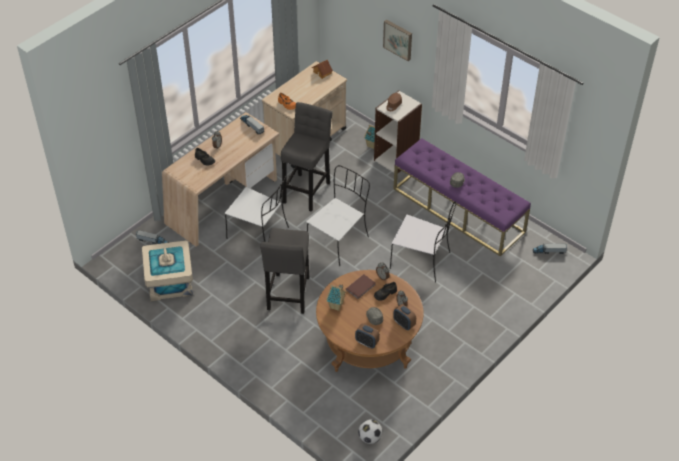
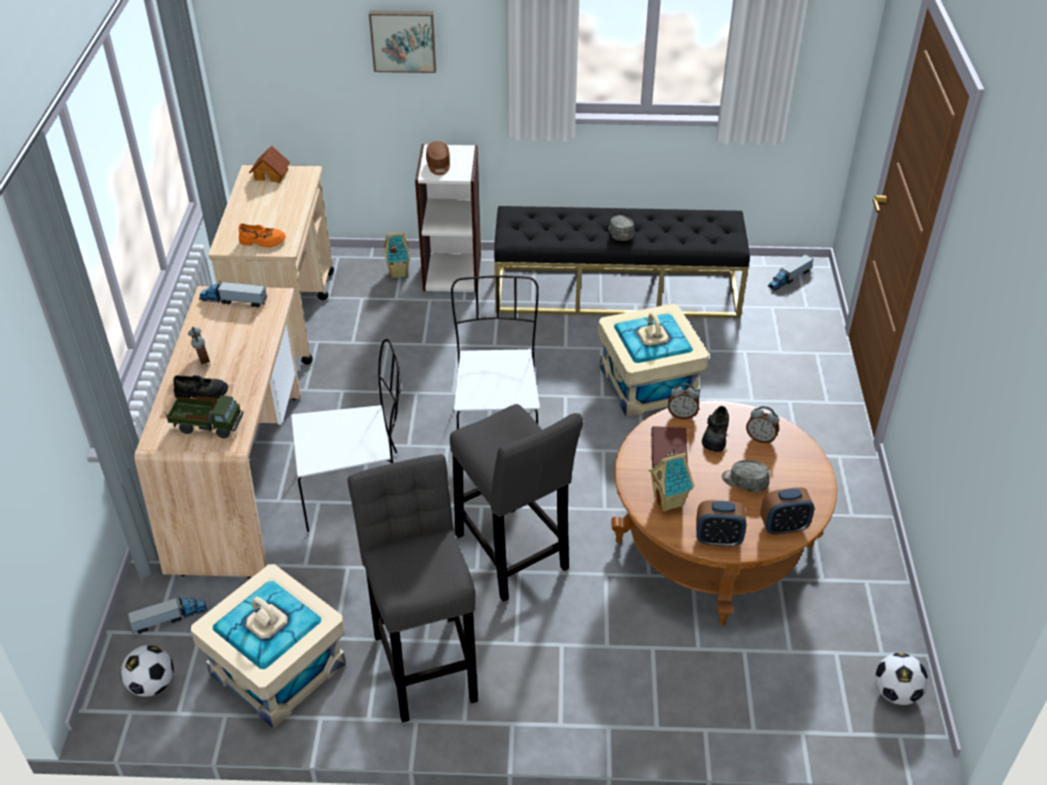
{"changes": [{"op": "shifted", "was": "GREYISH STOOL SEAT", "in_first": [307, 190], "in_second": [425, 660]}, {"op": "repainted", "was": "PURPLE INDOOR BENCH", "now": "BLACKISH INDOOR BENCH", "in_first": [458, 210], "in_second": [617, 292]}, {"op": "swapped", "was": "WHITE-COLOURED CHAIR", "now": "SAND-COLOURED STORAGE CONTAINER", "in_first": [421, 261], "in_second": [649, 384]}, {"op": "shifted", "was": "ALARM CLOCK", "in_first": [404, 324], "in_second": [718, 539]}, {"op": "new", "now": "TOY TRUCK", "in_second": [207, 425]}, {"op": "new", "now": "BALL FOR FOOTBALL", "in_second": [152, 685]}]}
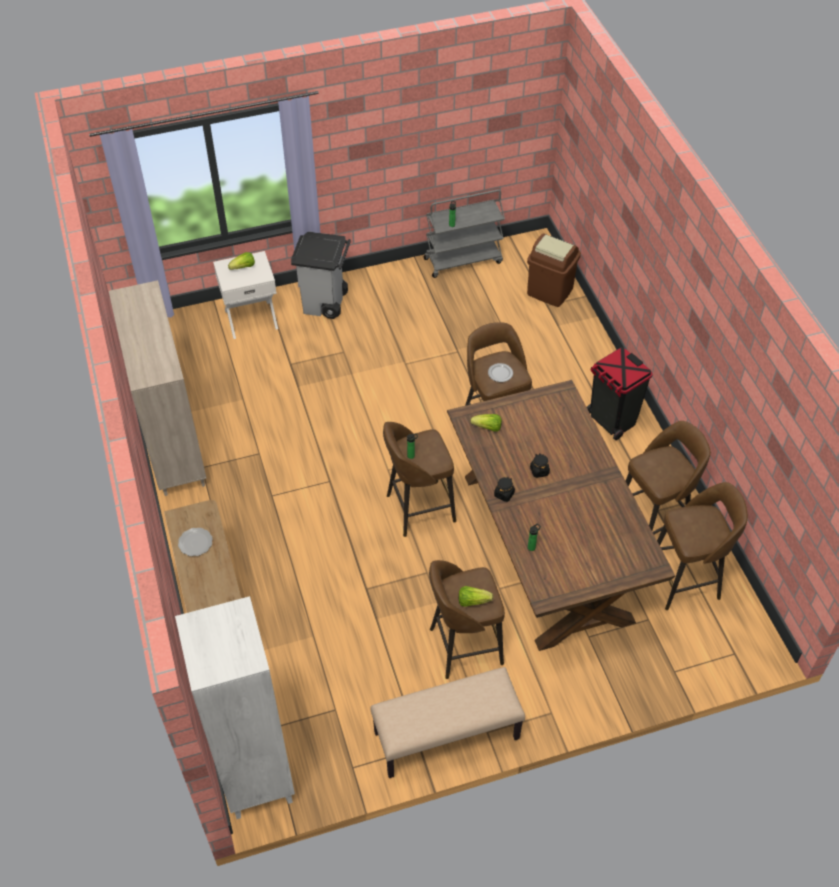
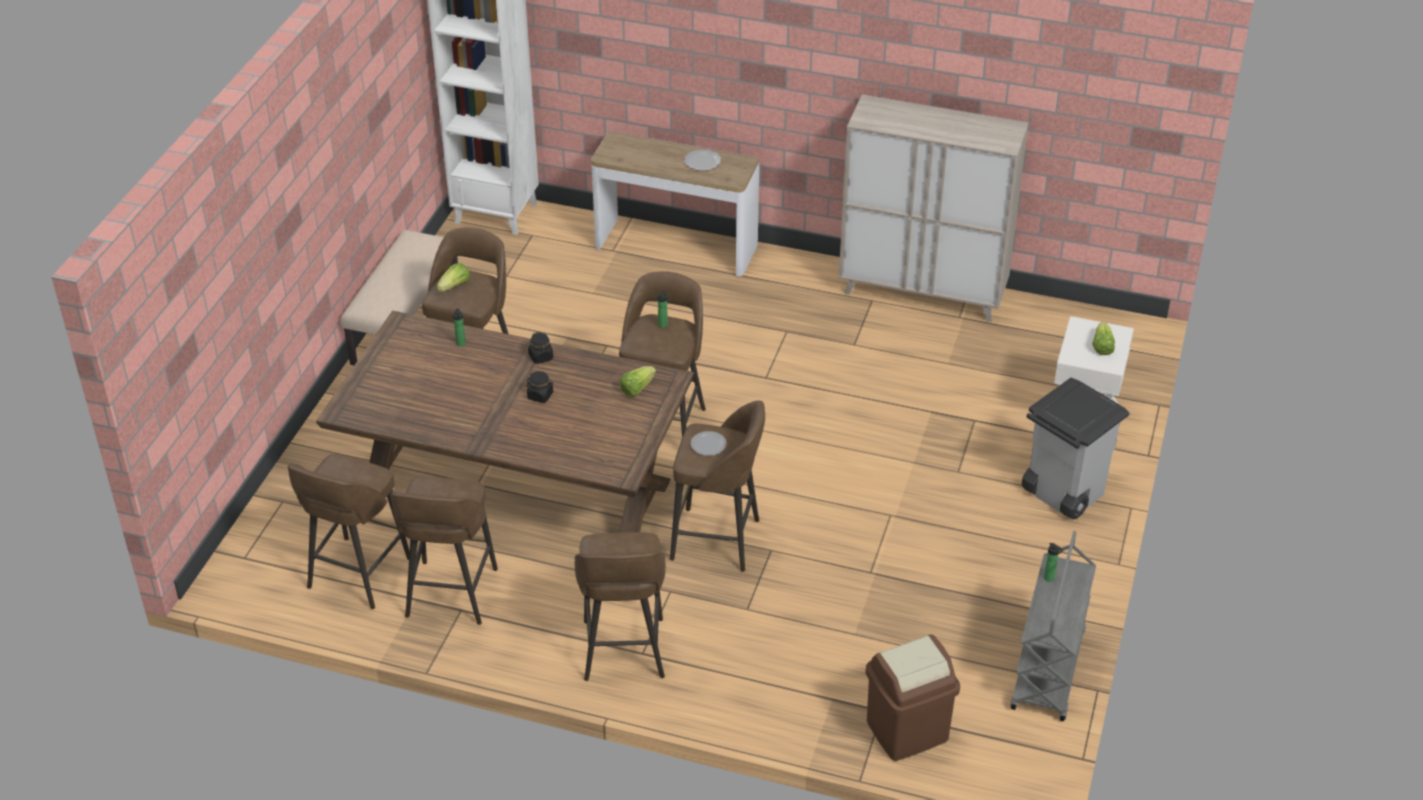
{"changes": [{"op": "swapped", "was": "BLACKISH WASTE BIN", "now": "BROWN STOOL SEAT", "in_first": [611, 420], "in_second": [623, 652]}]}
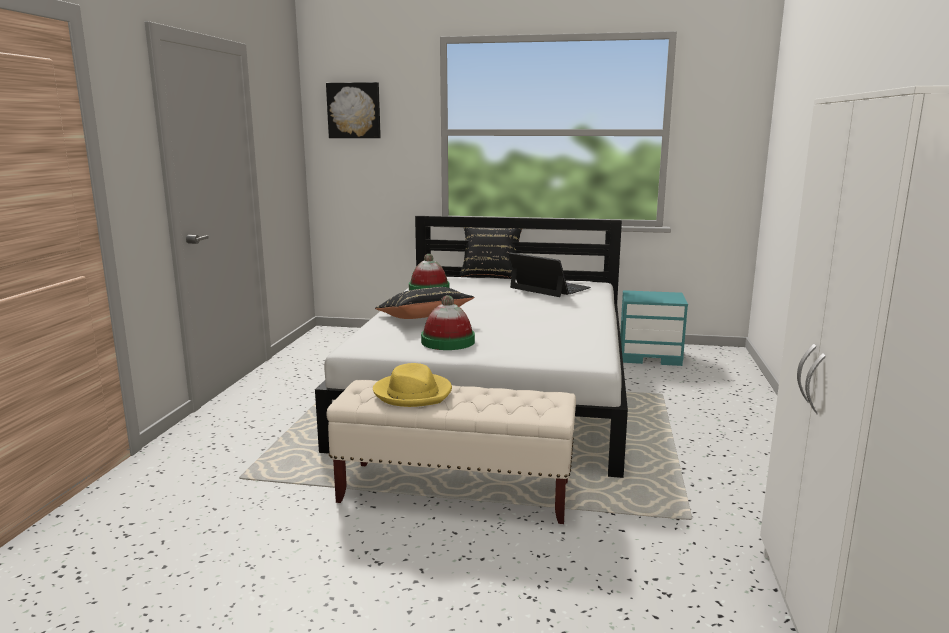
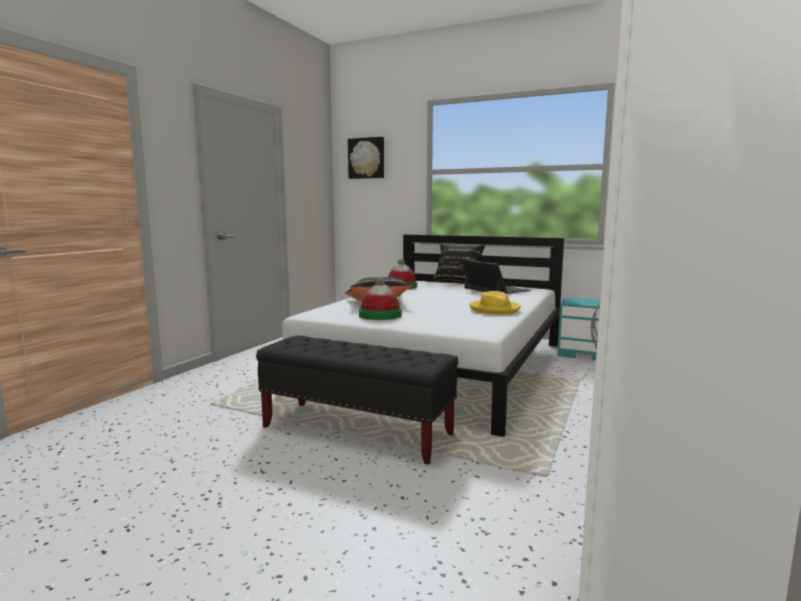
{"changes": [{"op": "shifted", "was": "YELLOW-COLOURED CLOTHING HAT", "in_first": [413, 393], "in_second": [495, 309]}, {"op": "repainted", "was": "SAND-COLOURED INDOOR BENCH", "now": "BLACKISH INDOOR BENCH", "in_first": [455, 492], "in_second": [357, 431]}]}
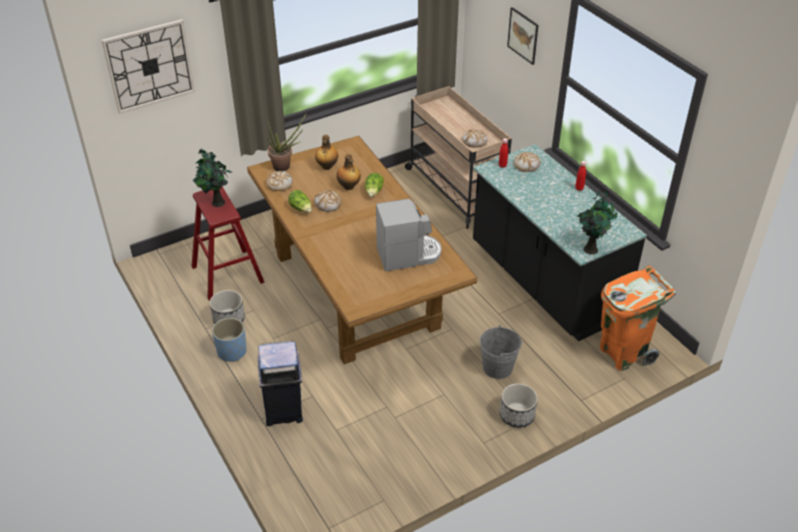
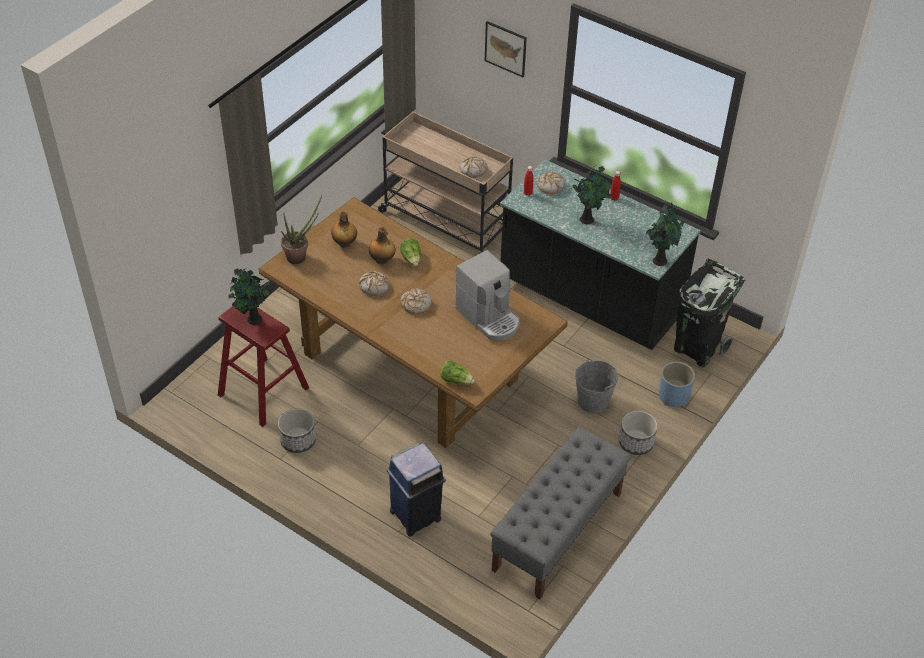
{"changes": [{"op": "gone", "was": "HANGING CLOCK", "in_first": [149, 66]}, {"op": "shifted", "was": "BAKED BREAD", "in_first": [279, 184], "in_second": [415, 304]}, {"op": "shifted", "was": "LETTUCE HEAD", "in_first": [301, 209], "in_second": [456, 380]}, {"op": "rotated", "was": "COFFEE BREWER", "in_first": [408, 255], "in_second": [489, 317], "clockwise": 90}, {"op": "repainted", "was": "ORANGEY WASTE BIN", "now": "BLACKISH WASTE BIN", "in_first": [623, 353], "in_second": [697, 348]}, {"op": "shifted", "was": "BLUE-COLOURED PLANT POT", "in_first": [232, 352], "in_second": [673, 396]}, {"op": "new", "now": "HOUSEPLANT", "in_second": [588, 219]}, {"op": "new", "now": "GREYISH INDOOR BENCH", "in_second": [557, 532]}]}
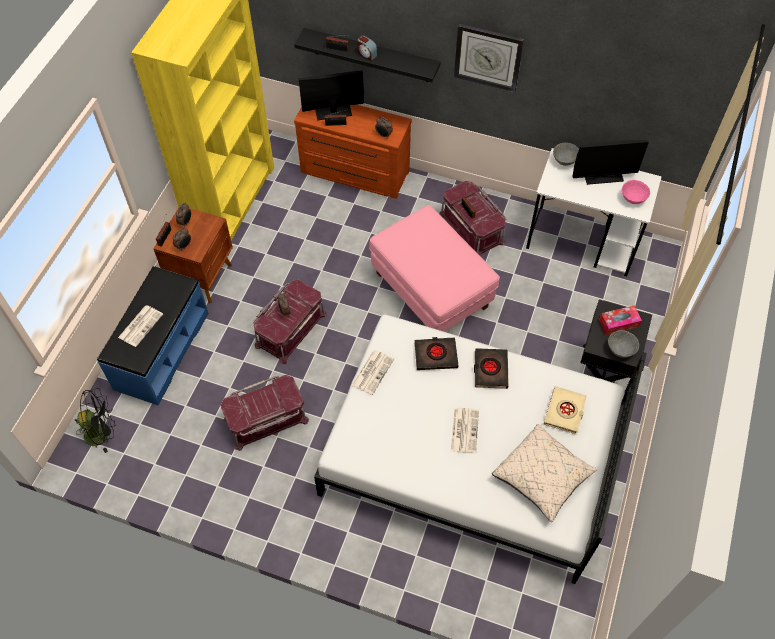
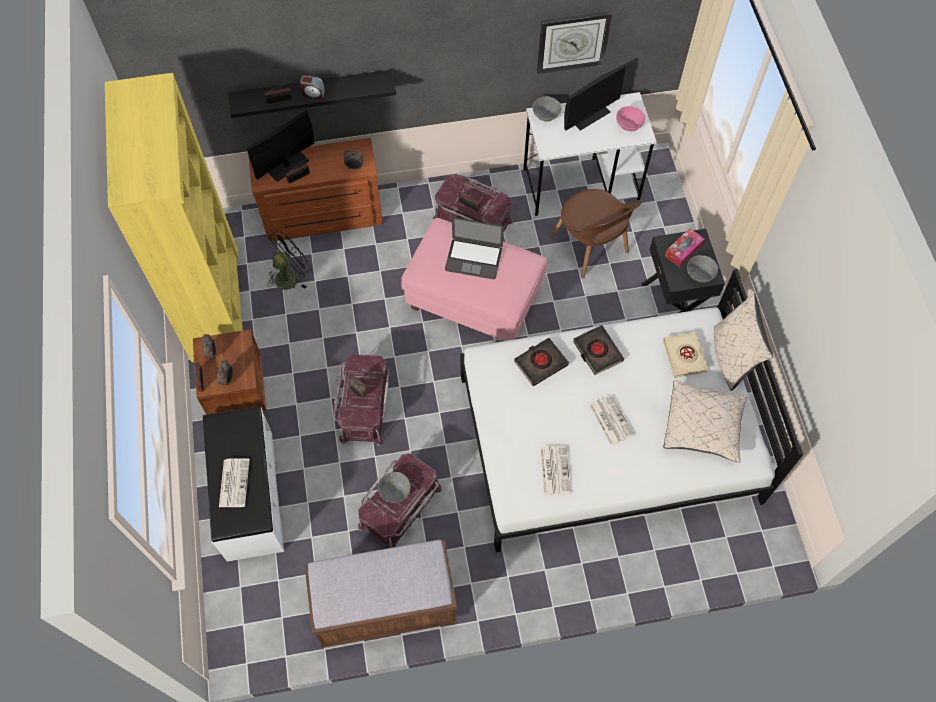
{"changes": [{"op": "shifted", "was": "HANGING CLOCK", "in_first": [488, 57], "in_second": [572, 41]}, {"op": "repainted", "was": "BLUE-COLOURED INDOOR BENCH", "now": "WHITE-COLOURED INDOOR BENCH", "in_first": [161, 350], "in_second": [249, 495]}, {"op": "shifted", "was": "NEWSPAPER", "in_first": [373, 371], "in_second": [554, 470]}, {"op": "shifted", "was": "BLACKISH FAN", "in_first": [102, 433], "in_second": [290, 275]}, {"op": "new", "now": "BROWN CHAIR", "in_second": [590, 247]}, {"op": "new", "now": "PORTABLE COMPUTER", "in_second": [473, 258]}, {"op": "new", "now": "SAND-COLOURED CUSHION", "in_second": [732, 357]}, {"op": "new", "now": "GREYISH BOWL", "in_second": [395, 492]}, {"op": "new", "now": "BROWN INDOOR BENCH", "in_second": [385, 605]}]}
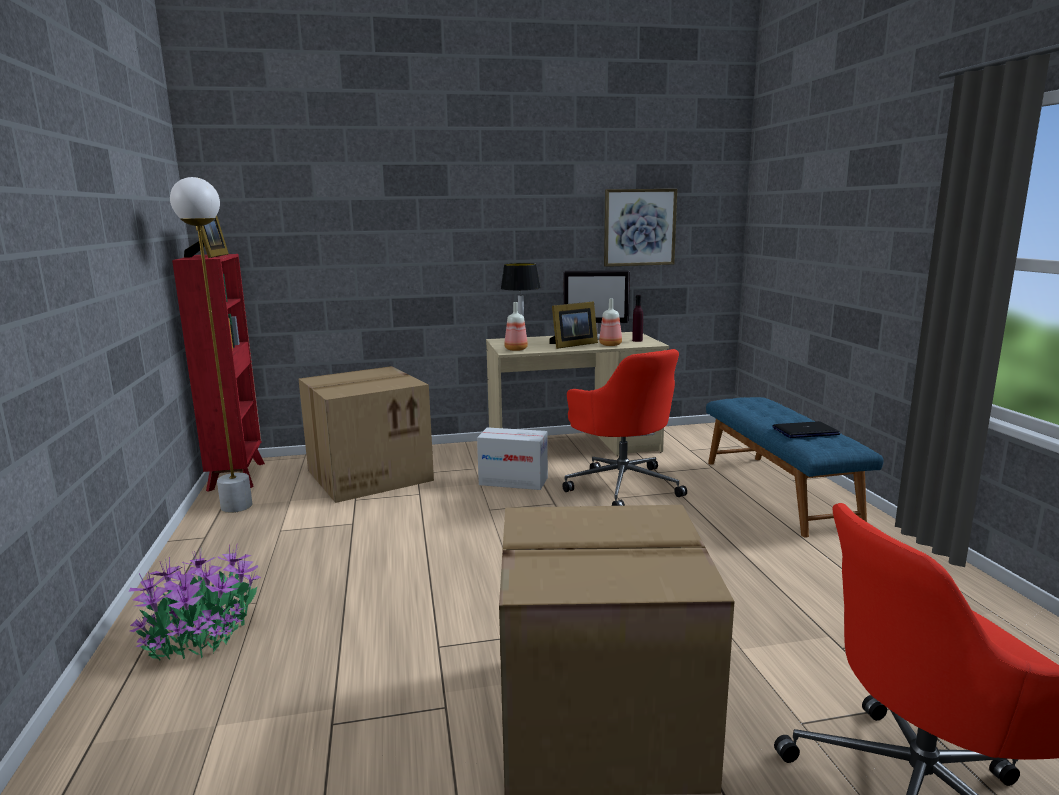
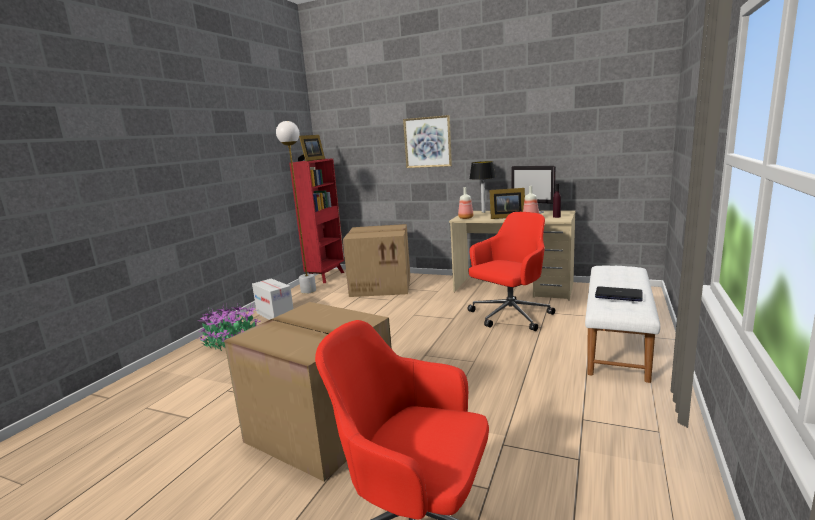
{"changes": [{"op": "shifted", "was": "WALL PICTURE", "in_first": [639, 227], "in_second": [427, 142]}, {"op": "rotated", "was": "RED DESK CHAIR", "in_first": [622, 486], "in_second": [509, 316], "clockwise": -135}, {"op": "repainted", "was": "BLUE-COLOURED INDOOR BENCH", "now": "WHITE-COLOURED INDOOR BENCH", "in_first": [779, 492], "in_second": [618, 342]}, {"op": "shifted", "was": "CARDBOARD BOX", "in_first": [513, 481], "in_second": [275, 314]}]}
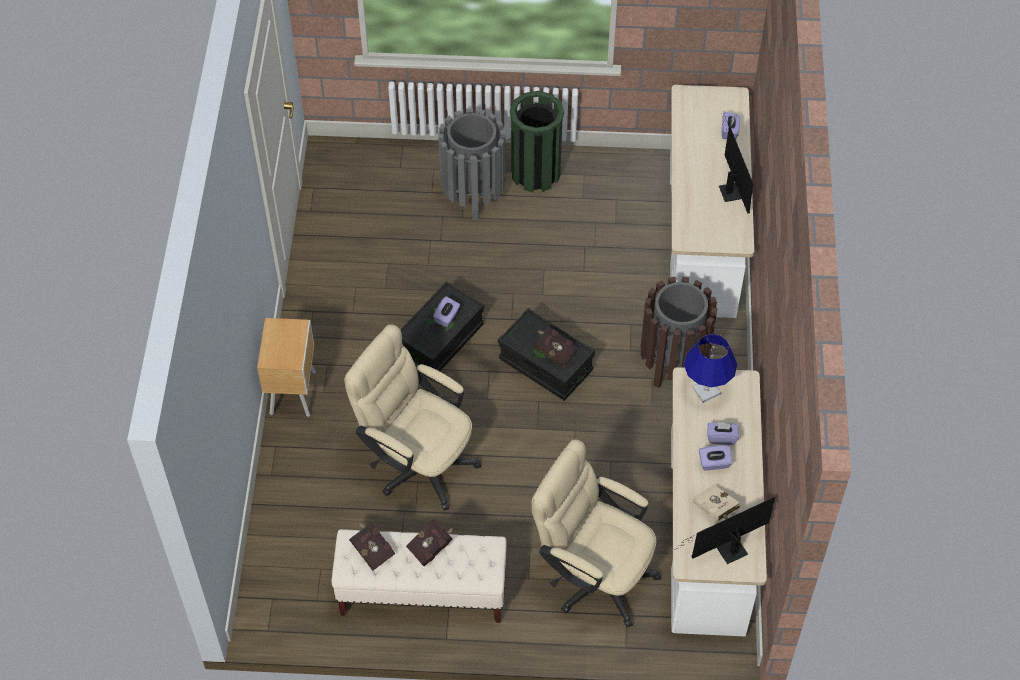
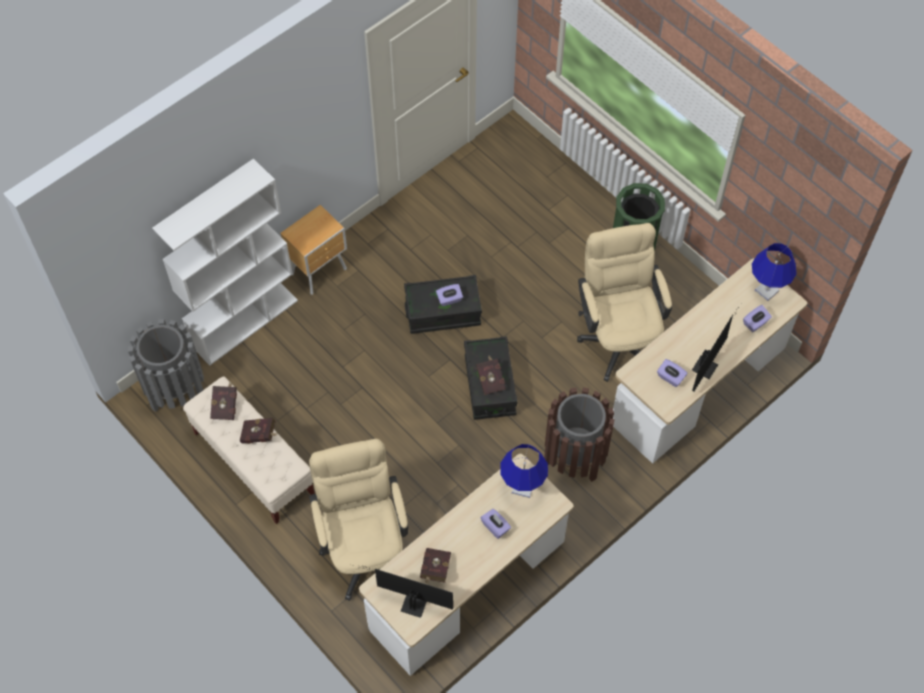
{"changes": [{"op": "shifted", "was": "GREYISH WASTE BIN", "in_first": [473, 194], "in_second": [176, 389]}, {"op": "shifted", "was": "SAND-COLOURED DESK CHAIR", "in_first": [417, 461], "in_second": [618, 336]}, {"op": "shifted", "was": "PURPLE BOX OF TISSUES", "in_first": [714, 463], "in_second": [670, 377]}, {"op": "repainted", "was": "SAND-COLOURED VOLUME", "now": "RED VOLUME", "in_first": [716, 510], "in_second": [435, 570]}, {"op": "new", "now": "WHITE-COLOURED BOOKSHELF", "in_second": [244, 322]}, {"op": "new", "now": "BLUE-COLOURED TABLE LAMP", "in_second": [766, 290]}]}
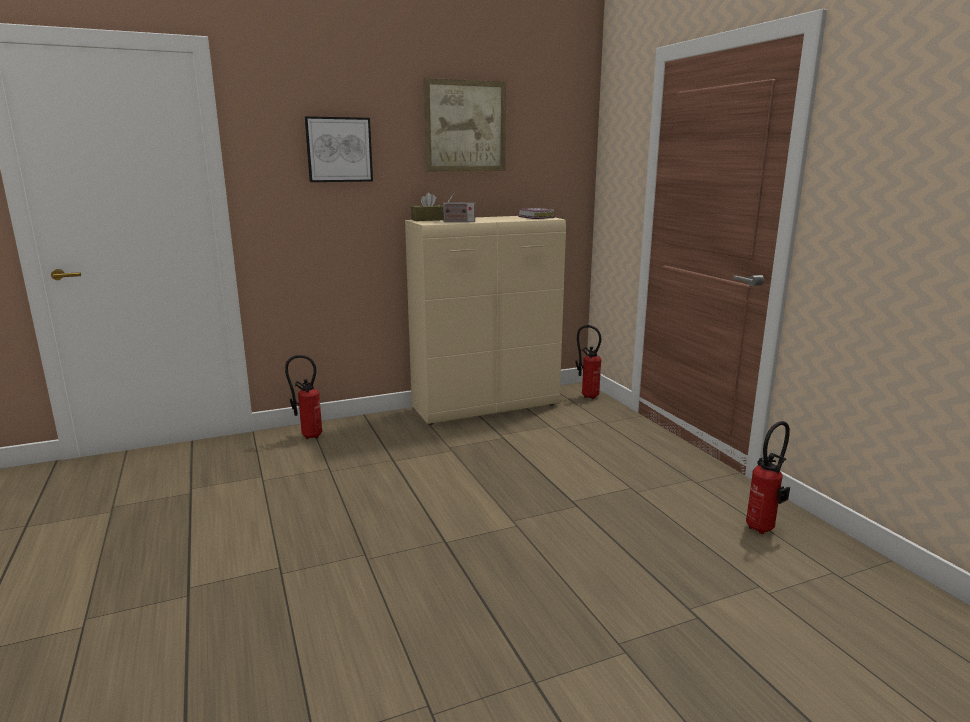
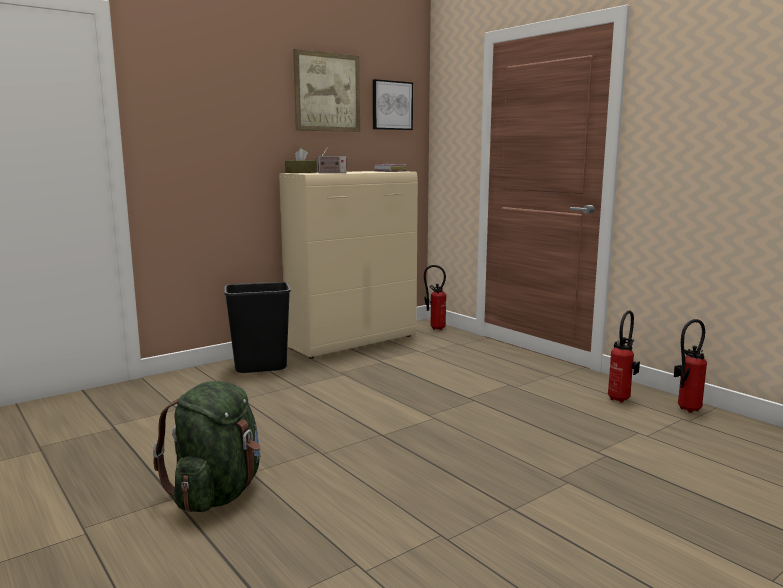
{"changes": [{"op": "shifted", "was": "WALL PICTURE", "in_first": [339, 149], "in_second": [391, 105]}, {"op": "shifted", "was": "FIRE-FIGHTING CYLINDER", "in_first": [308, 436], "in_second": [685, 409]}, {"op": "new", "now": "BLACKISH WASTE BIN", "in_second": [261, 367]}, {"op": "new", "now": "GREEN-COLOURED BACKPACK", "in_second": [217, 493]}]}
